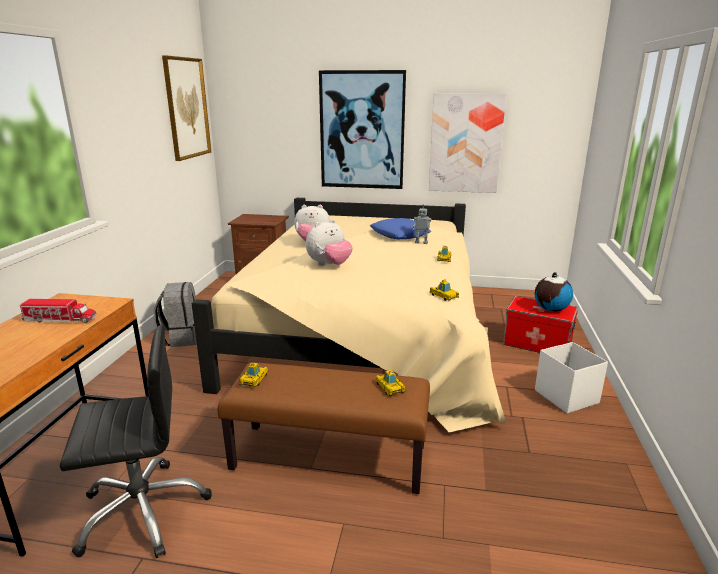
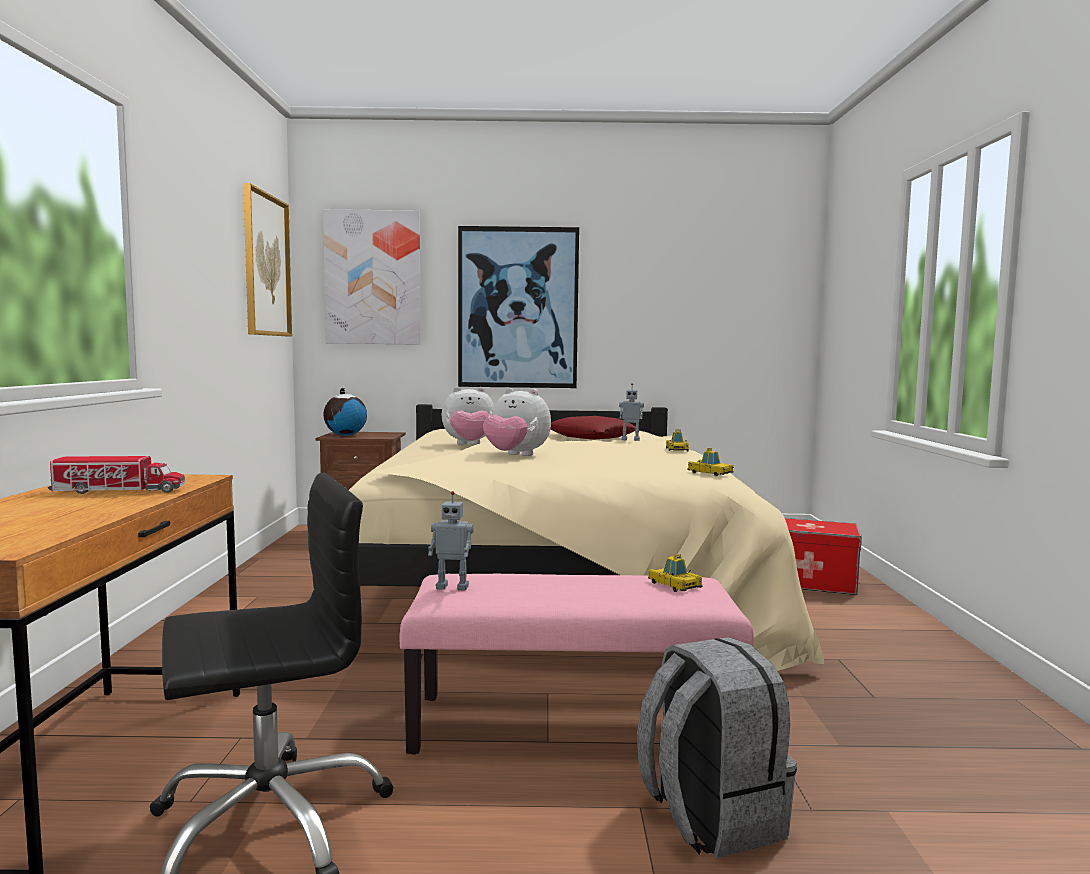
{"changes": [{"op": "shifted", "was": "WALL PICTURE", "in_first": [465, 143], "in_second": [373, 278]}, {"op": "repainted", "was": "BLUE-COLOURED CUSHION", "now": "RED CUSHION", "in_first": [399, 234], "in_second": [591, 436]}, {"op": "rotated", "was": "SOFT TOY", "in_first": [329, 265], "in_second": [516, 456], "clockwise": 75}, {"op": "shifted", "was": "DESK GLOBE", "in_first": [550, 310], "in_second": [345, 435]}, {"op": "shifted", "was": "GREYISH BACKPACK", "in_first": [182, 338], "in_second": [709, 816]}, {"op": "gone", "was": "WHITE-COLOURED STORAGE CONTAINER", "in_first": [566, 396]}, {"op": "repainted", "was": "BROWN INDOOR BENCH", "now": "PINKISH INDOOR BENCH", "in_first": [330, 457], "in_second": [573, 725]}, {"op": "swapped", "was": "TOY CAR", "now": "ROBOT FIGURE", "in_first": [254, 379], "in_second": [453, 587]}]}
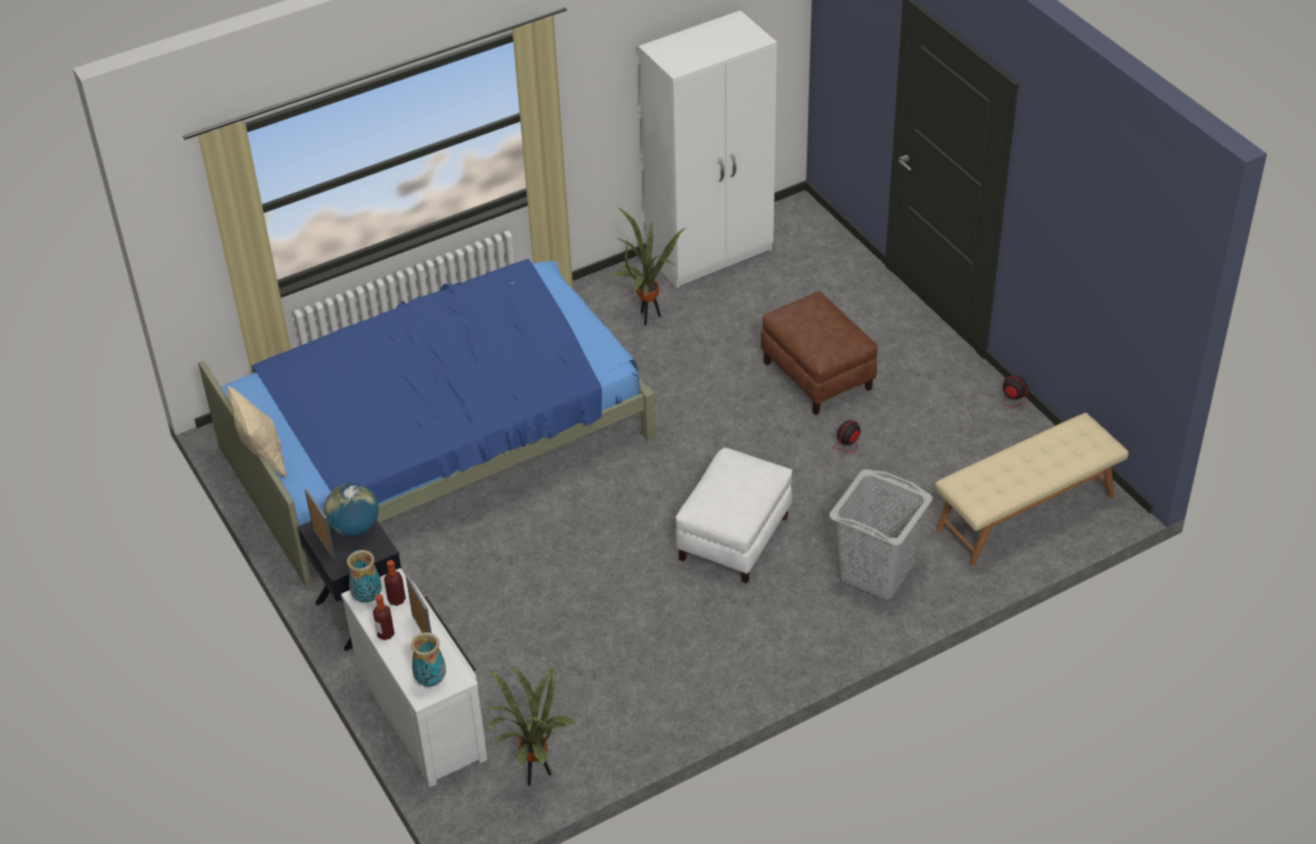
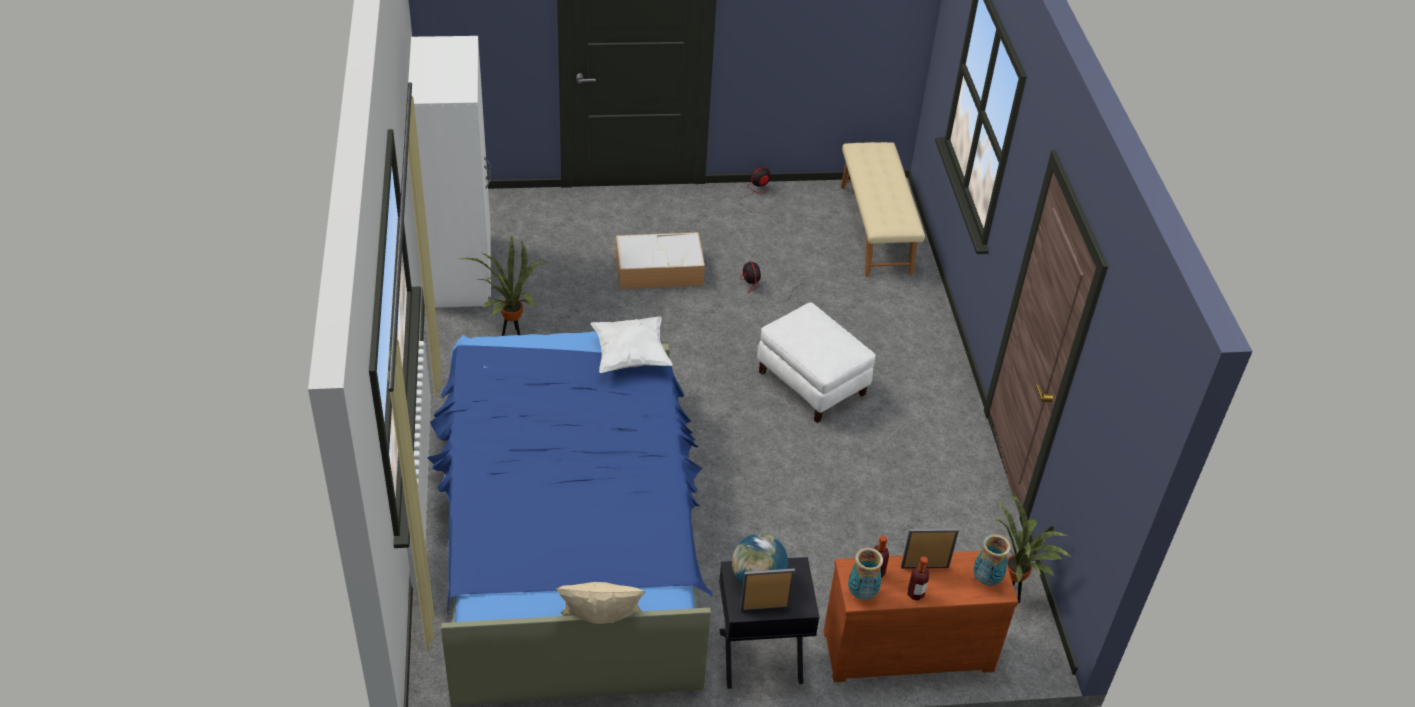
{"changes": [{"op": "swapped", "was": "BROWN POUFFE", "now": "STORAGE CONTAINER", "in_first": [818, 376], "in_second": [660, 269]}, {"op": "gone", "was": "GREYISH LAUNDRY BASKET", "in_first": [877, 572]}, {"op": "repainted", "was": "WHITE-COLOURED DRESSER", "now": "BROWN DRESSER", "in_first": [425, 712], "in_second": [907, 647]}, {"op": "new", "now": "WHITE-COLOURED CUSHION", "in_second": [630, 356]}]}
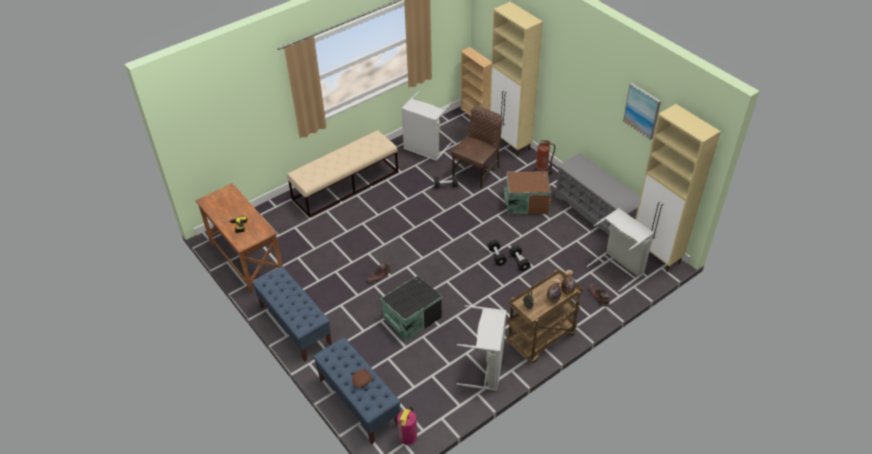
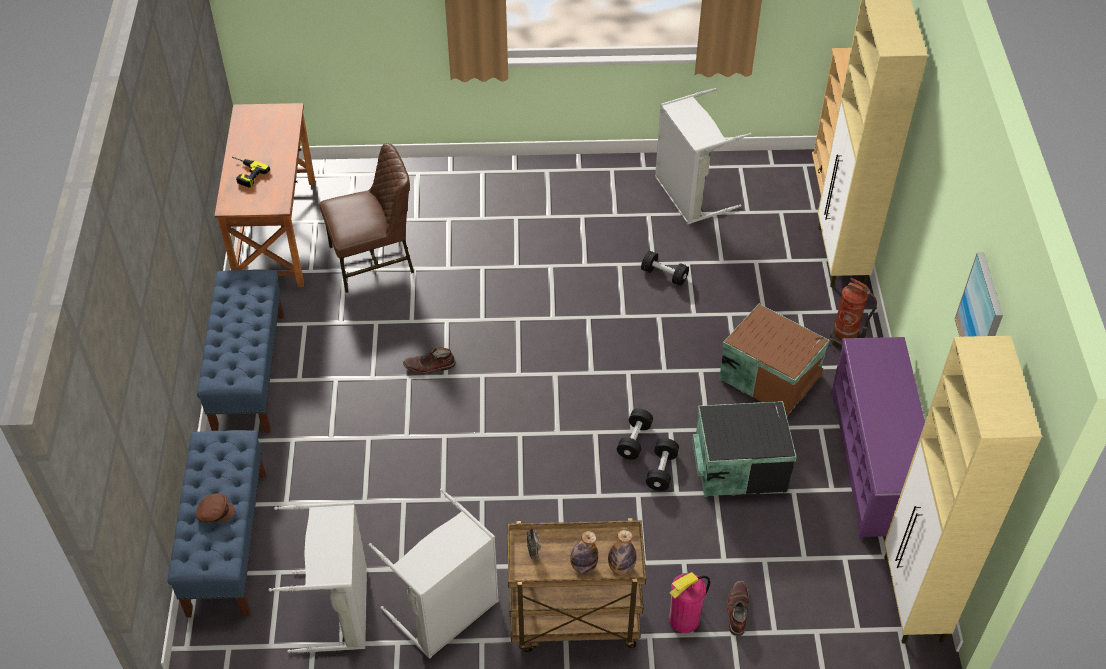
{"changes": [{"op": "shifted", "was": "BROWN CHAIR", "in_first": [477, 171], "in_second": [373, 260]}, {"op": "gone", "was": "SAND-COLOURED INDOOR BENCH", "in_first": [346, 185]}, {"op": "repainted", "was": "GREYISH SHOE STAND", "now": "PURPLE SHOE STAND", "in_first": [596, 213], "in_second": [874, 462]}, {"op": "shifted", "was": "GREYISH LAUNDRY BASKET", "in_first": [618, 267], "in_second": [340, 609]}, {"op": "shifted", "was": "BLACKISH STORAGE CONTAINER", "in_first": [411, 317], "in_second": [739, 464]}, {"op": "shifted", "was": "FIRE-FIGHTING CYLINDER", "in_first": [408, 436], "in_second": [684, 619]}]}
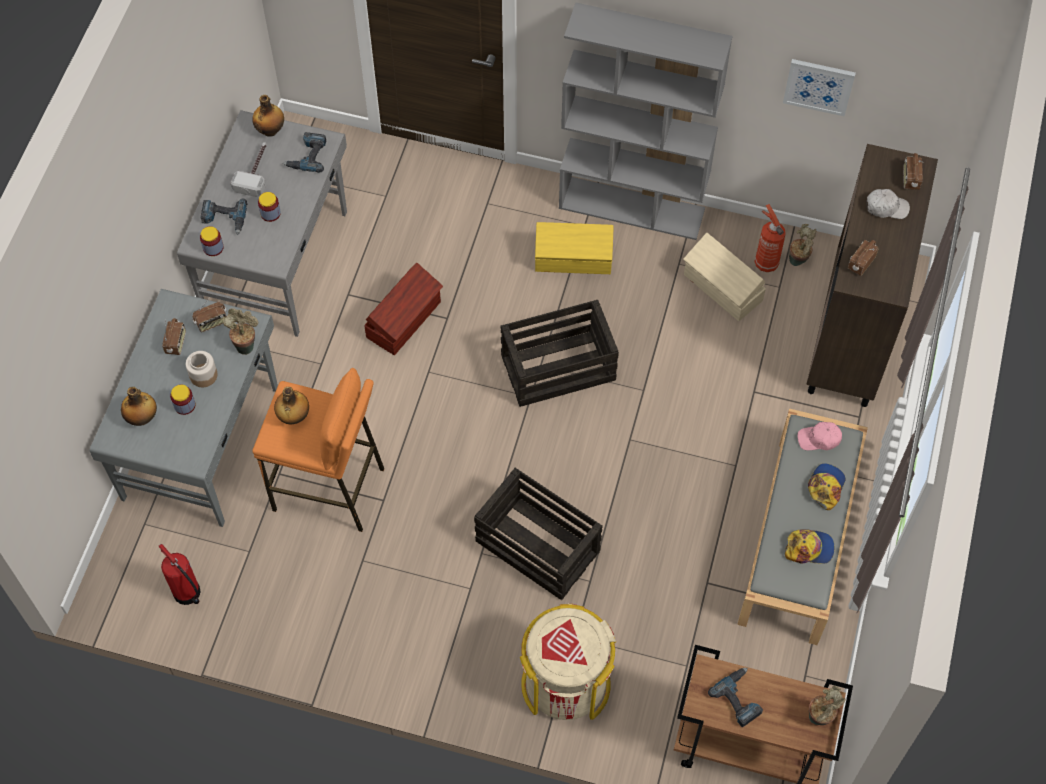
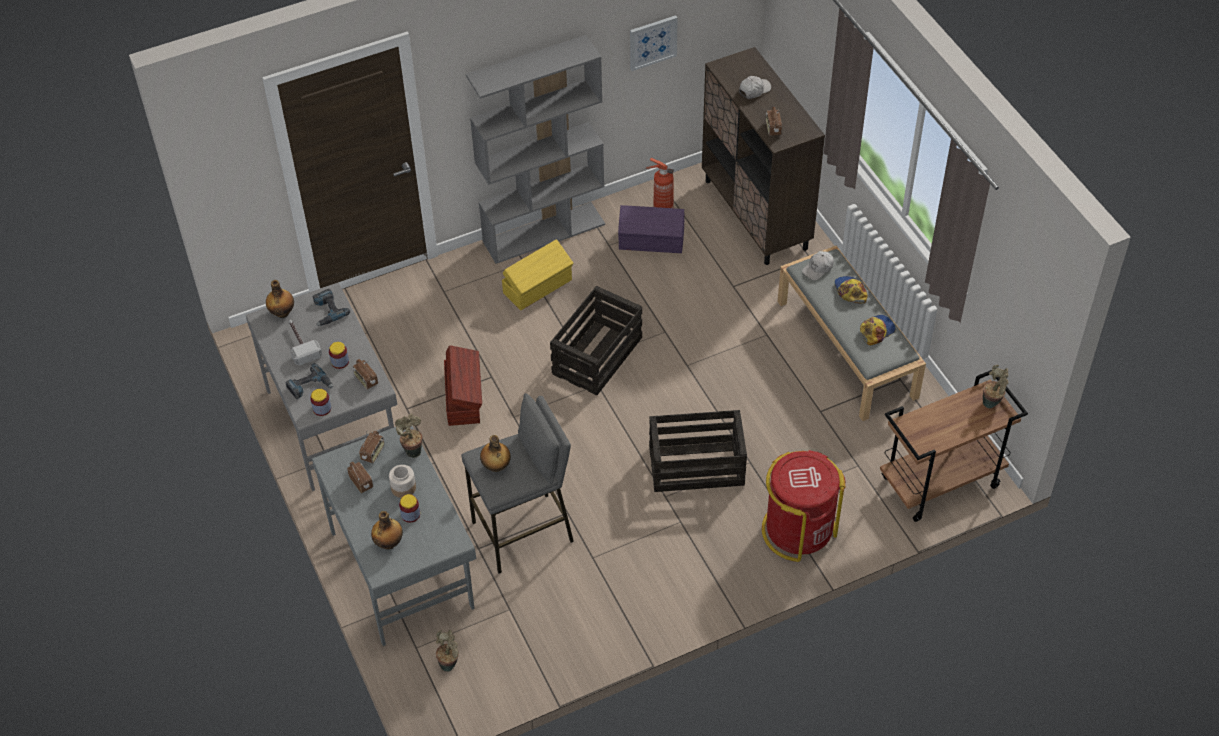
{"changes": [{"op": "shifted", "was": "RADIO", "in_first": [910, 179], "in_second": [366, 380]}, {"op": "shifted", "was": "HOUSEPLANT", "in_first": [799, 260], "in_second": [449, 664]}, {"op": "repainted", "was": "SAND-COLOURED STORAGE CONTAINER", "now": "PURPLE STORAGE CONTAINER", "in_first": [722, 289], "in_second": [652, 241]}, {"op": "repainted", "was": "ORANGEY STOOL SEAT", "now": "GREYISH STOOL SEAT", "in_first": [329, 489], "in_second": [523, 532]}, {"op": "repainted", "was": "PINKISH PEAKED CAP", "now": "WHITE-COLOURED PEAKED CAP", "in_first": [819, 439], "in_second": [818, 268]}, {"op": "gone", "was": "FIRE-FIGHTING CYLINDER", "in_first": [188, 594]}, {"op": "repainted", "was": "SAND-COLOURED WASTE BIN", "now": "RED WASTE BIN", "in_first": [566, 683], "in_second": [798, 530]}, {"op": "gone", "was": "POWER DRILL", "in_first": [739, 698]}]}
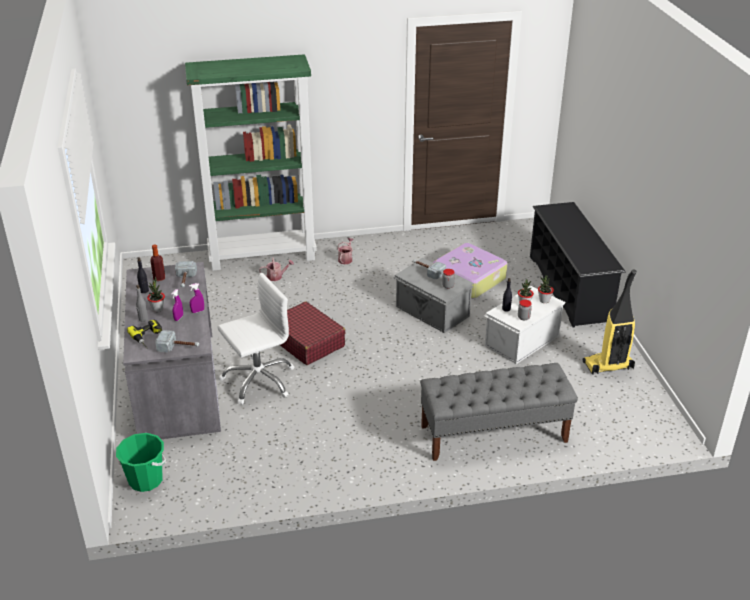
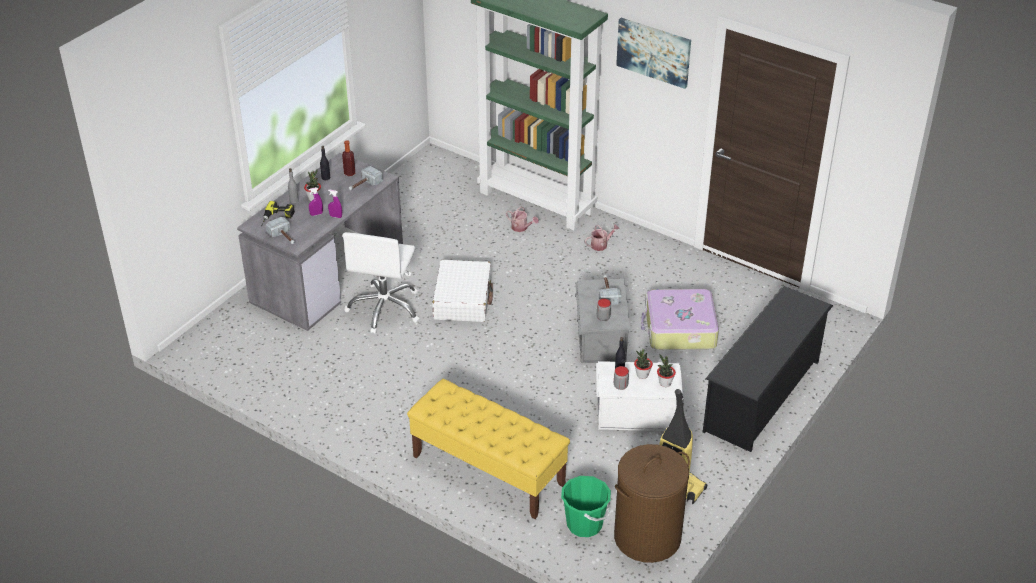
{"changes": [{"op": "rotated", "was": "WHITE-COLOURED DESK CHAIR", "in_first": [258, 380], "in_second": [385, 308], "clockwise": 90}, {"op": "repainted", "was": "RED PIECE OF LUGGAGE", "now": "WHITE-COLOURED PIECE OF LUGGAGE", "in_first": [306, 341], "in_second": [463, 299]}, {"op": "repainted", "was": "GREYISH INDOOR BENCH", "now": "YELLOW-COLOURED INDOOR BENCH", "in_first": [493, 434], "in_second": [488, 470]}, {"op": "shifted", "was": "GREEN-COLOURED BUCKET", "in_first": [146, 480], "in_second": [584, 524]}, {"op": "new", "now": "WALL PICTURE", "in_second": [654, 52]}, {"op": "new", "now": "BROWN LAUNDRY BASKET", "in_second": [647, 537]}]}
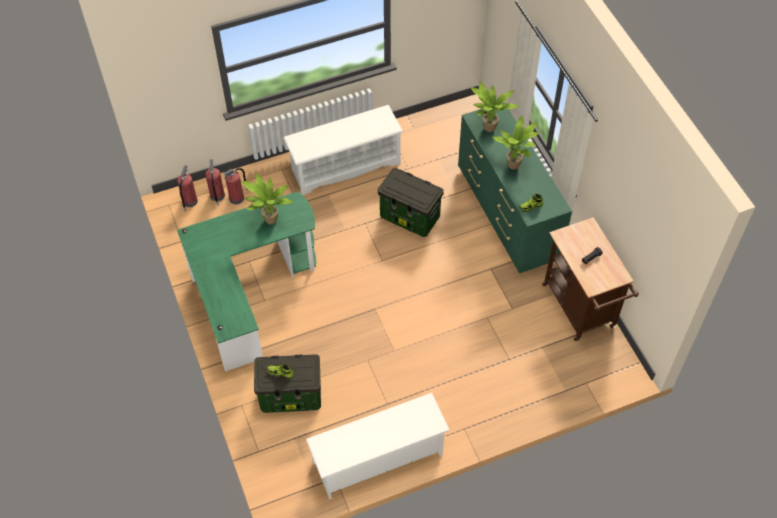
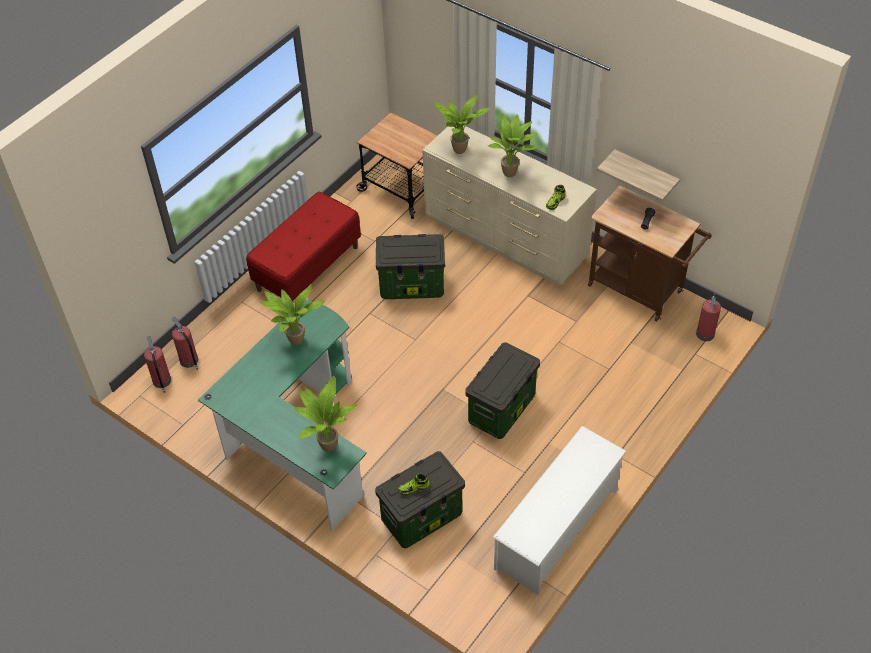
{"changes": [{"op": "repainted", "was": "GREEN-COLOURED DRESSER", "now": "SAND-COLOURED DRESSER", "in_first": [507, 215], "in_second": [506, 239]}, {"op": "swapped", "was": "WHITE-COLOURED SHOE STAND", "now": "RED INDOOR BENCH", "in_first": [345, 166], "in_second": [308, 268]}, {"op": "shifted", "was": "FIRE-FIGHTING CYLINDER", "in_first": [237, 198], "in_second": [705, 333]}, {"op": "new", "now": "TROLLEY", "in_second": [403, 188]}, {"op": "new", "now": "WALL SHELF", "in_second": [645, 174]}, {"op": "new", "now": "STORAGE CONTAINER", "in_second": [502, 410]}, {"op": "new", "now": "HOUSEPLANT", "in_second": [326, 445]}]}
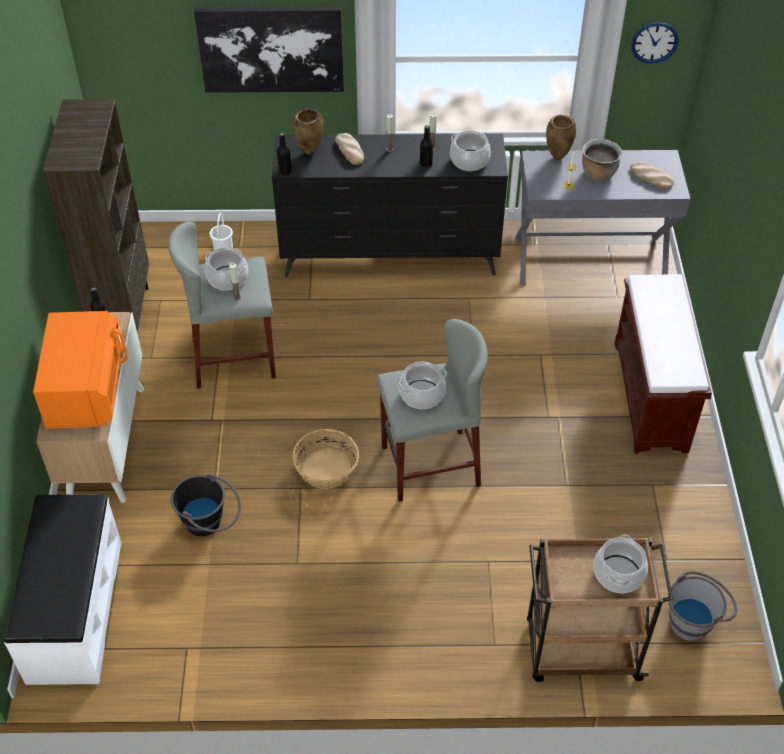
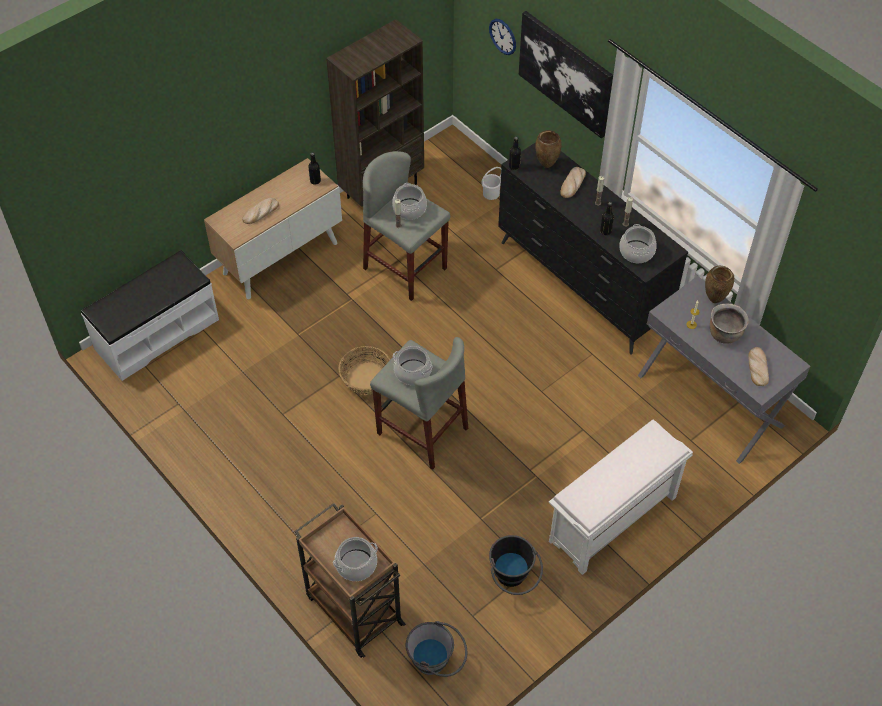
{"changes": [{"op": "shifted", "was": "HANGING CLOCK", "in_first": [654, 42], "in_second": [503, 36]}, {"op": "repainted", "was": "BROWN INDOOR BENCH", "now": "WHITE-COLOURED INDOOR BENCH", "in_first": [651, 397], "in_second": [612, 520]}, {"op": "swapped", "was": "ORANGEY MICROWAVE", "now": "BAKED BREAD", "in_first": [87, 390], "in_second": [260, 212]}, {"op": "shifted", "was": "BLACKISH BUCKET", "in_first": [210, 524], "in_second": [513, 579]}]}
